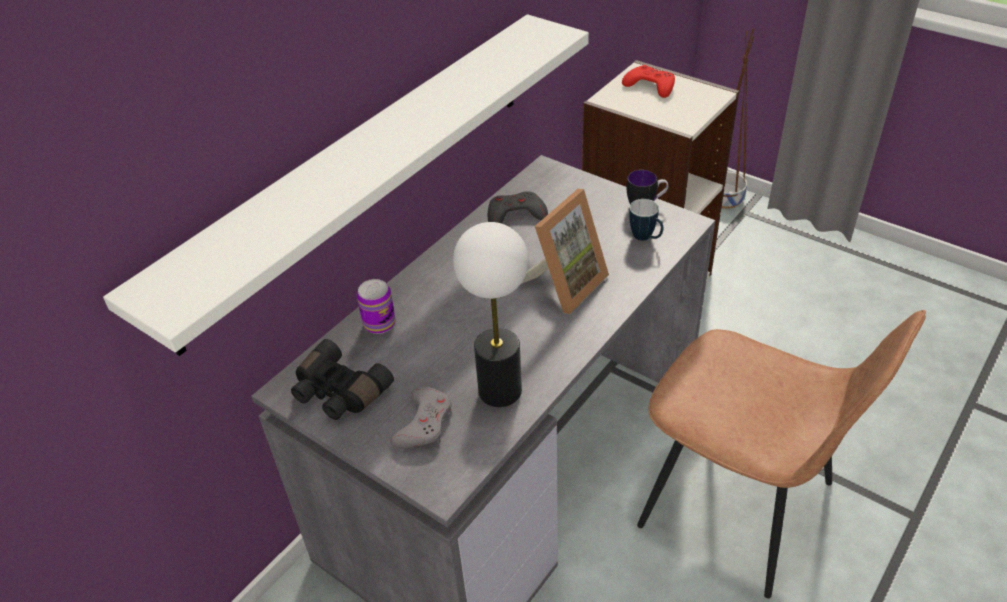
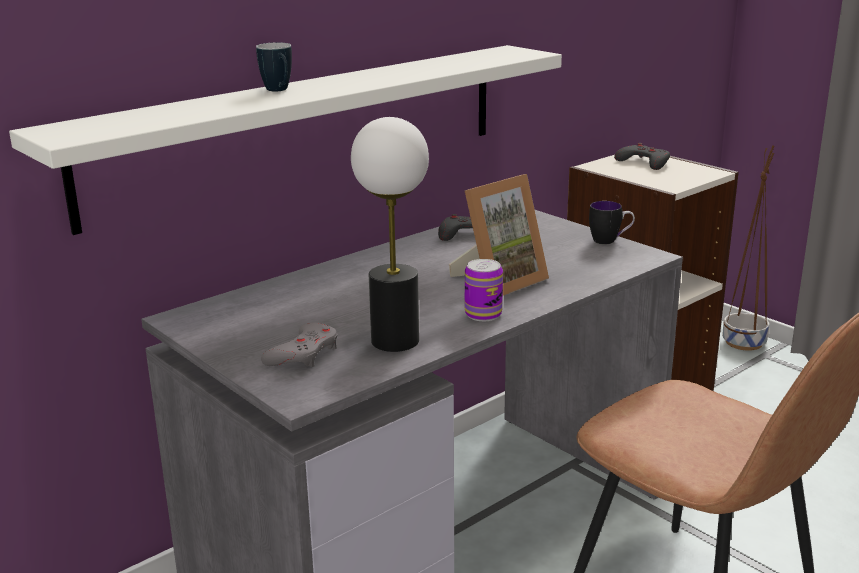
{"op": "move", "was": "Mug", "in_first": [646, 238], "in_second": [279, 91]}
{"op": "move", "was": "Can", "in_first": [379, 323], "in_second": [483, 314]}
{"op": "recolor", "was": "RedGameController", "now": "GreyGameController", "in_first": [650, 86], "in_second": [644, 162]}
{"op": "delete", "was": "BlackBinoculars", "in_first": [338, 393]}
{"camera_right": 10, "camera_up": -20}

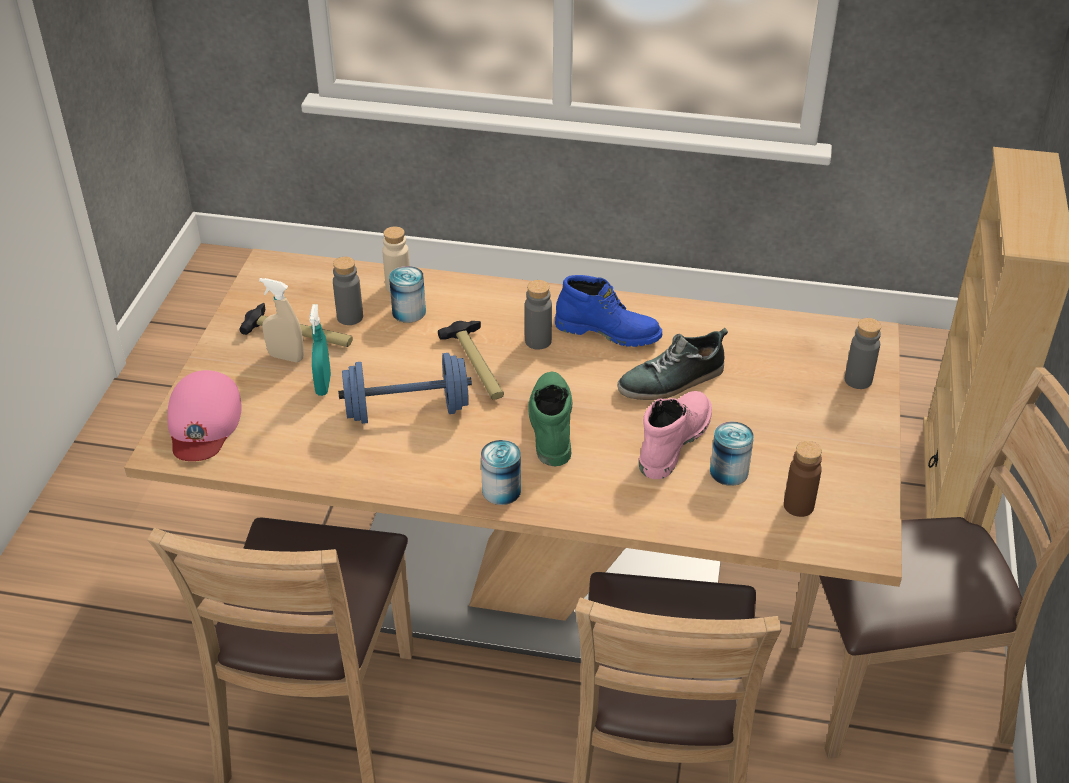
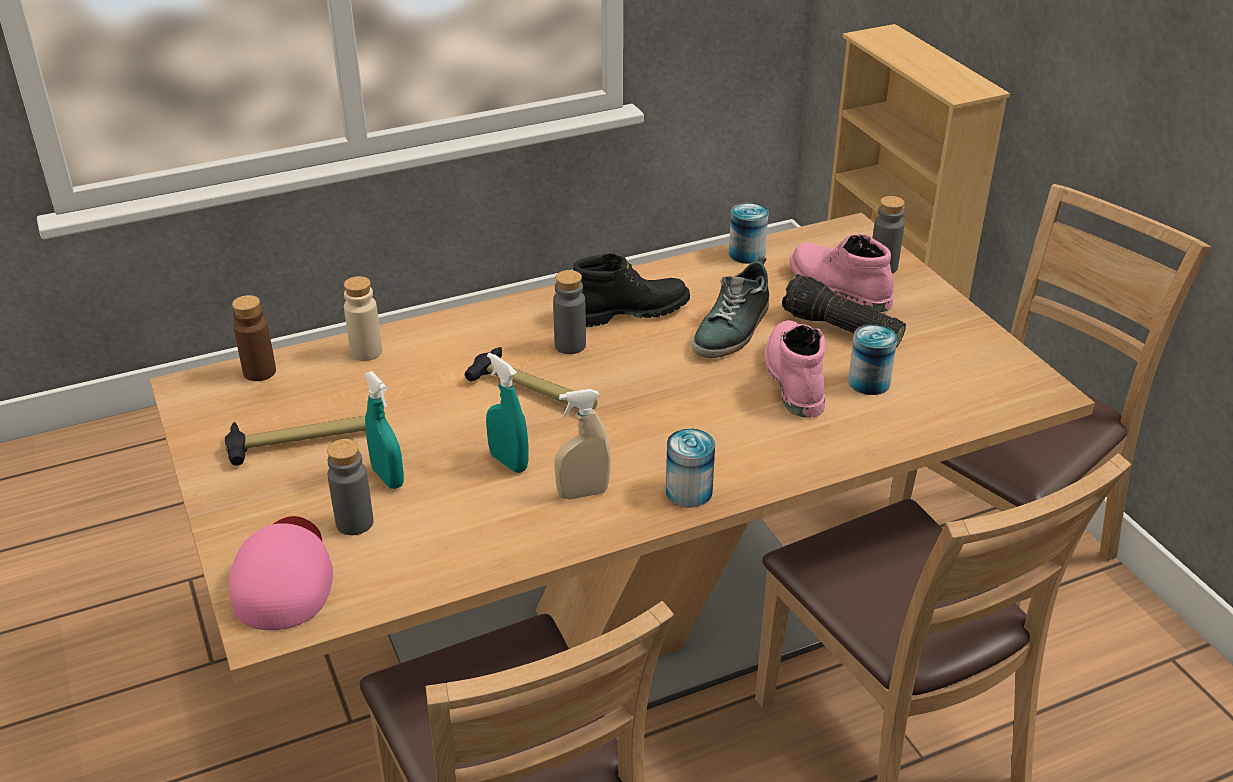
{"op": "rotate", "was": "PinkCap", "in_first": [203, 422], "in_second": [284, 576], "clockwise": -150}
{"op": "move", "was": "BrownBottle", "in_first": [798, 506], "in_second": [259, 372]}
{"op": "move", "was": "GreyBottle", "in_first": [350, 317], "in_second": [354, 523]}
{"op": "replace", "was": "BlueDumbbell", "now": "TurquoiseSprayBottle", "in_first": [407, 410], "in_second": [508, 462]}
{"op": "move", "was": "BeigeSprayBottle", "in_first": [286, 357], "in_second": [583, 493]}
{"op": "recolor", "was": "BlueBoot", "now": "BlackBoot", "in_first": [609, 331], "in_second": [628, 311]}
{"op": "move", "was": "Can", "in_first": [409, 312], "in_second": [746, 254]}
{"op": "insert", "now": "Flashlight", "in_second": [839, 329]}
{"op": "insert", "now": "PinkBoot", "in_second": [837, 288]}
{"op": "delete", "was": "GreenBoot", "in_first": [550, 425]}
{"camera_right": -35, "camera_up": -5}

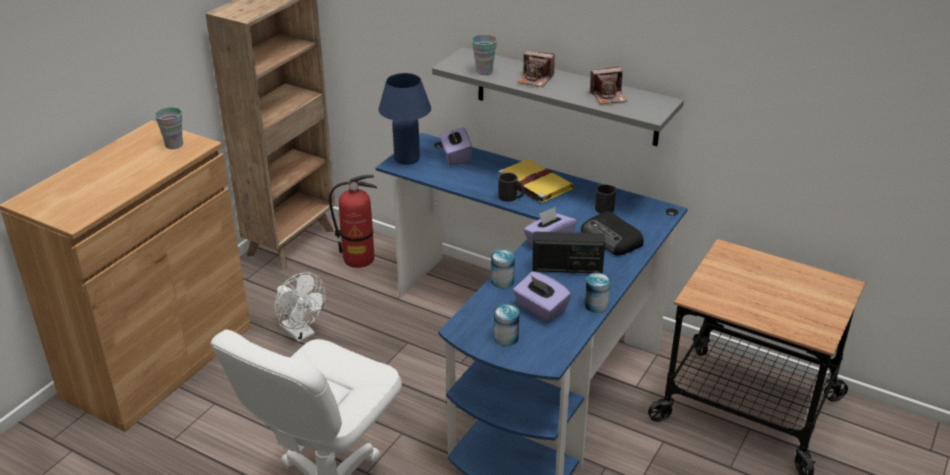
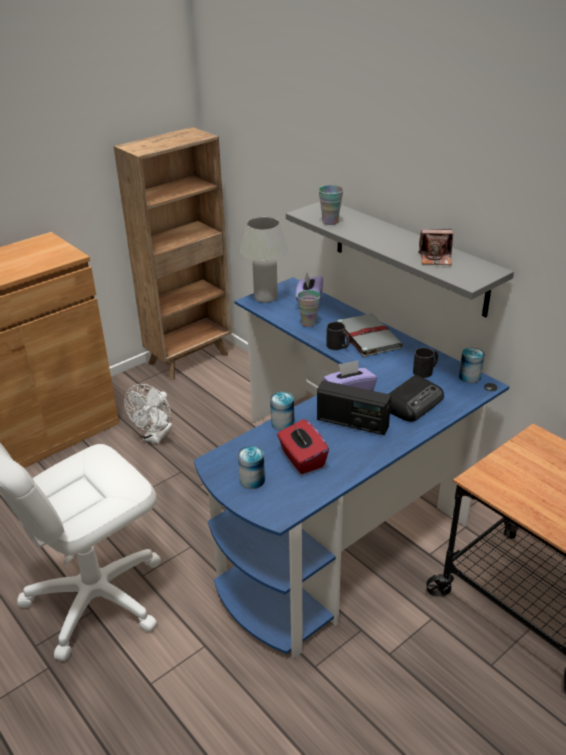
{"op": "rotate", "was": "WhiteFan", "in_first": [301, 333], "in_second": [155, 437], "clockwise": 45}
{"op": "recolor", "was": "BlueTableLamp", "now": "WhiteTableLamp", "in_first": [407, 159], "in_second": [265, 297]}
{"op": "recolor", "was": "PurpleTissueBox", "now": "RedTissueBox", "in_first": [540, 309], "in_second": [302, 459]}
{"op": "move", "was": "Cup", "in_first": [174, 145], "in_second": [308, 323]}
{"op": "recolor", "was": "YellowBook", "now": "GreyBook", "in_first": [533, 183], "in_second": [367, 336]}
{"op": "rotate", "was": "Radio", "in_first": [612, 239], "in_second": [413, 403], "clockwise": -120}
{"op": "move", "was": "Can", "in_first": [596, 305], "in_second": [469, 377]}
{"op": "delete", "was": "FireExtinguisher", "in_first": [359, 259]}
{"op": "delete", "was": "PhotoCamera", "in_first": [535, 79]}
{"camera_right": 20, "camera_up": 0}

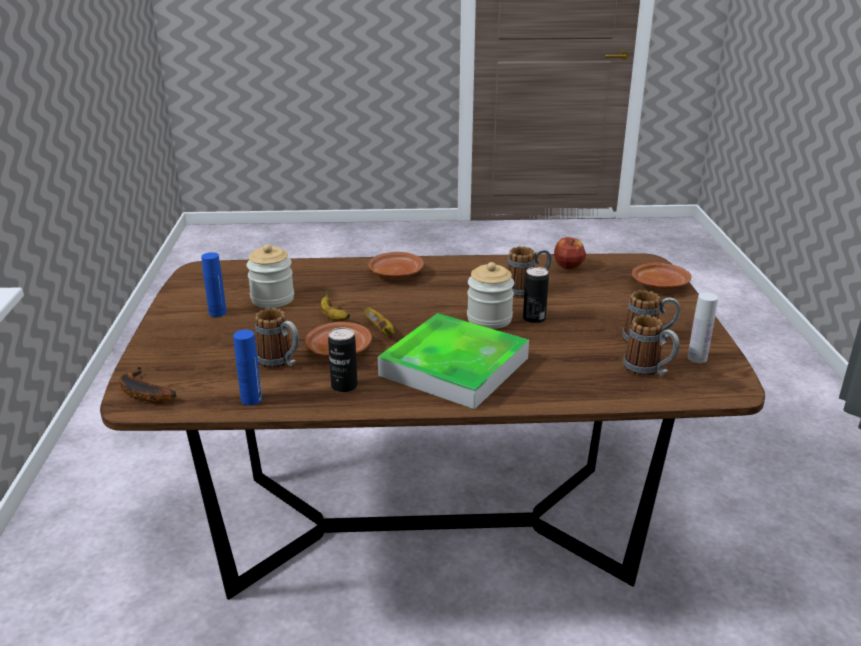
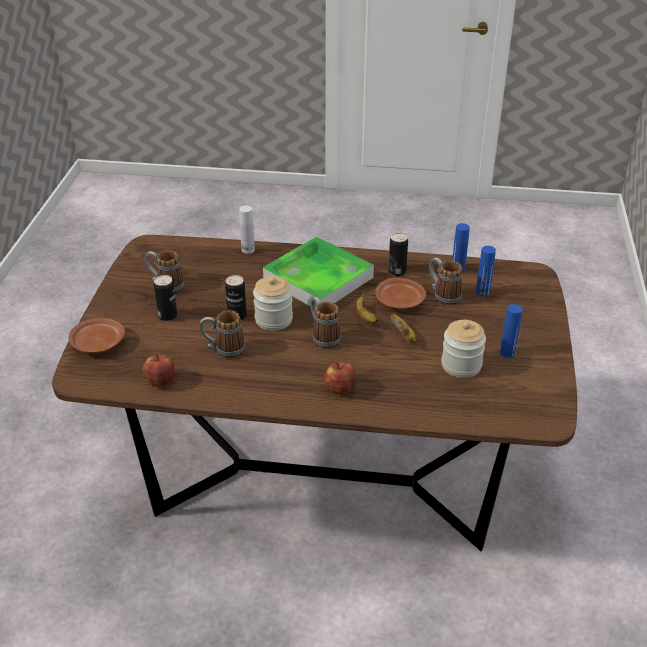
{"op": "insert", "now": "Can", "in_second": [167, 316]}
{"op": "move", "was": "WhiteBottle", "in_first": [697, 358], "in_second": [248, 250]}
{"op": "move", "was": "Mug", "in_first": [648, 371], "in_second": [323, 336]}
{"op": "replace", "was": "BrownPlate", "now": "Apple", "in_first": [396, 274], "in_second": [340, 389]}
{"op": "insert", "now": "BlueBottle", "in_second": [482, 292]}
{"op": "delete", "was": "Banana", "in_first": [141, 393]}
{"camera_right": -170, "camera_up": 10}

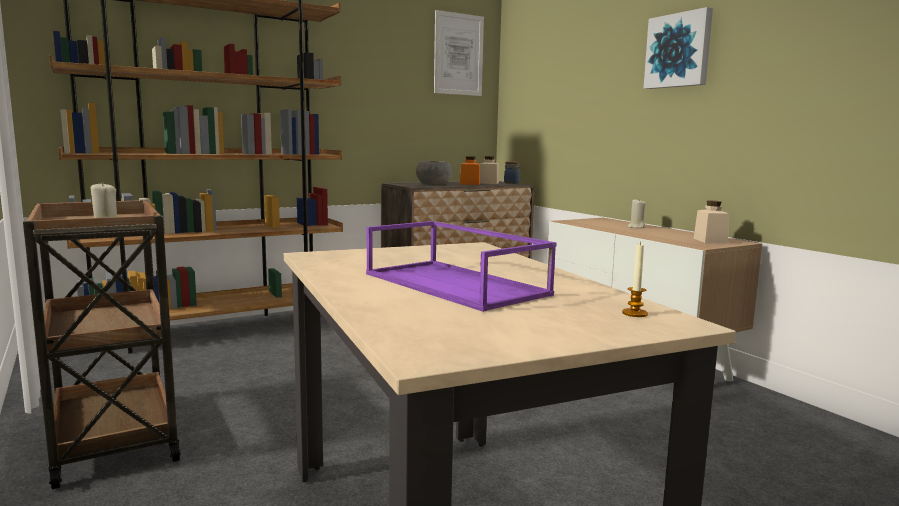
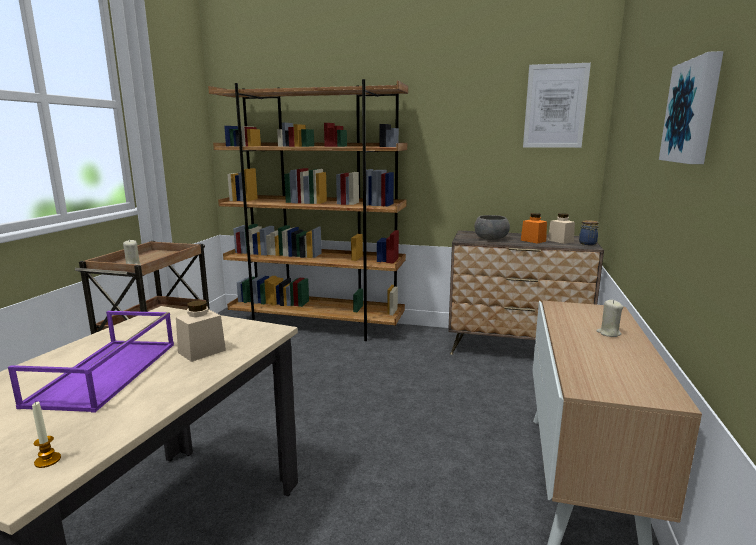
{"op": "move", "was": "BeigeJar", "in_first": [710, 240], "in_second": [202, 351]}
{"camera_right": 45, "camera_up": 5}

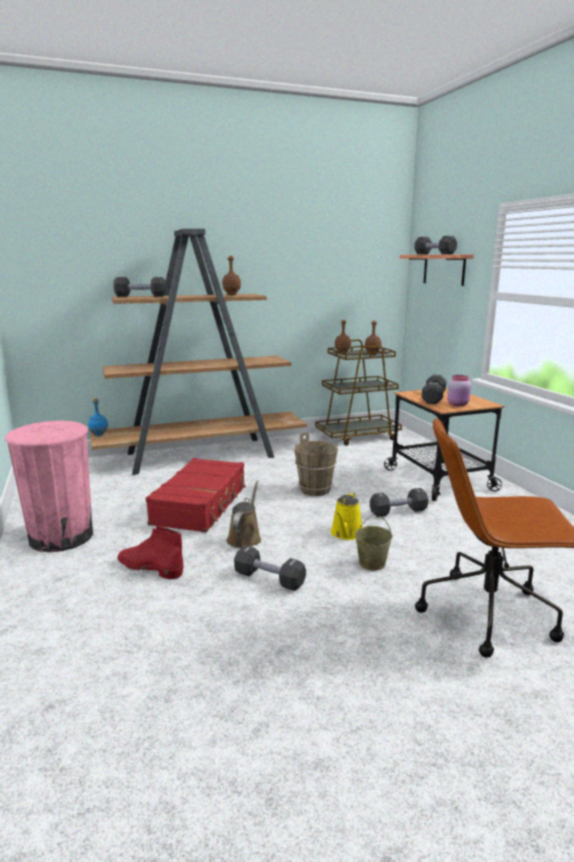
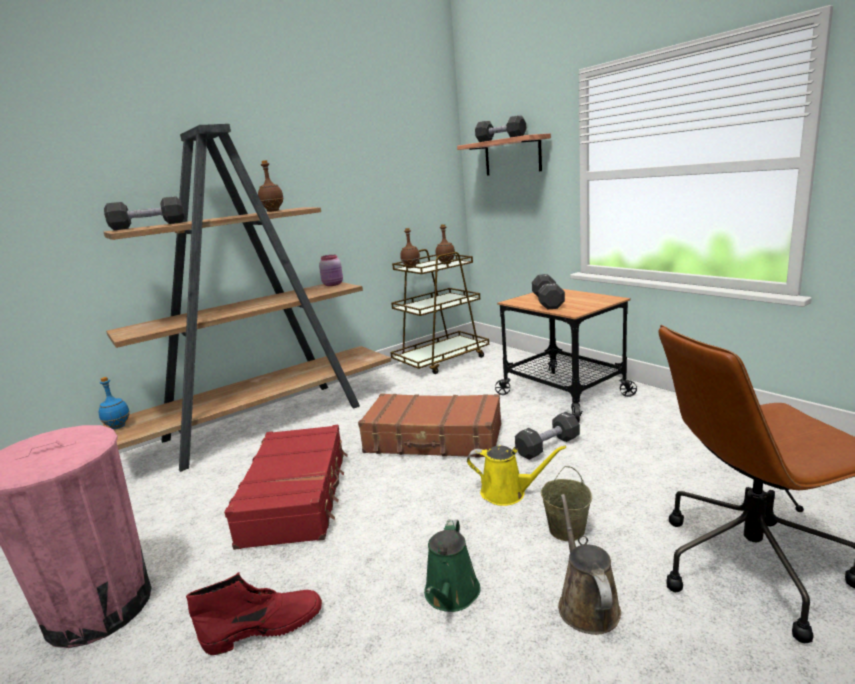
{"op": "rotate", "was": "RedBoot", "in_first": [149, 568], "in_second": [265, 627], "clockwise": 150}
{"op": "move", "was": "PinkJar", "in_first": [458, 404], "in_second": [333, 284]}
{"op": "replace", "was": "BrownBucket", "now": "BrownSuitcase", "in_first": [315, 490], "in_second": [434, 439]}
{"op": "replace", "was": "BlackDumbbell", "now": "GreenWateringCan", "in_first": [269, 579], "in_second": [451, 595]}
{"op": "rotate", "was": "YellowWateringCan", "in_first": [346, 533], "in_second": [508, 493], "clockwise": -75}
{"op": "move", "was": "BrownWateringCan", "in_first": [245, 538], "in_second": [586, 604]}
{"camera_right": -15, "camera_up": 0}

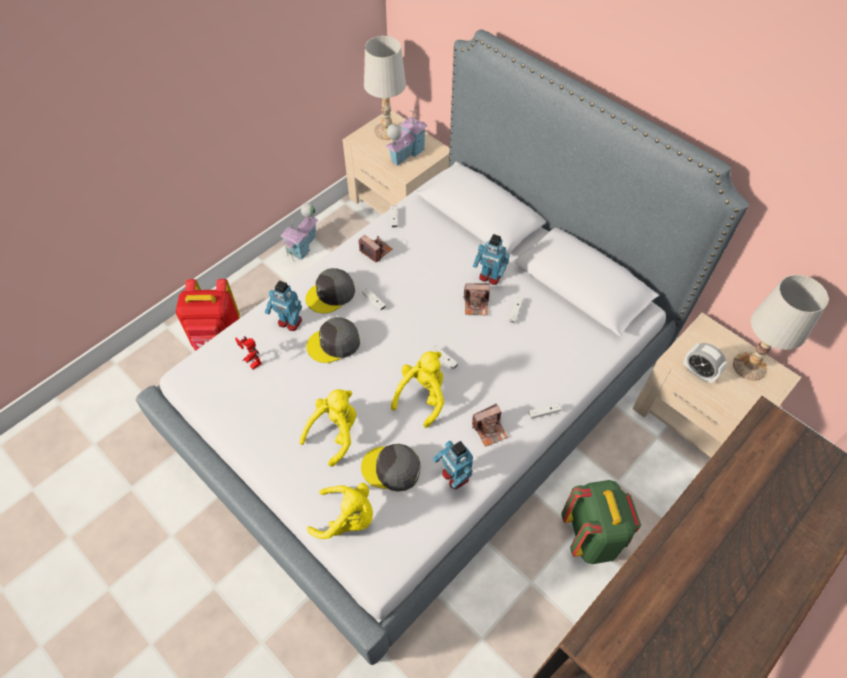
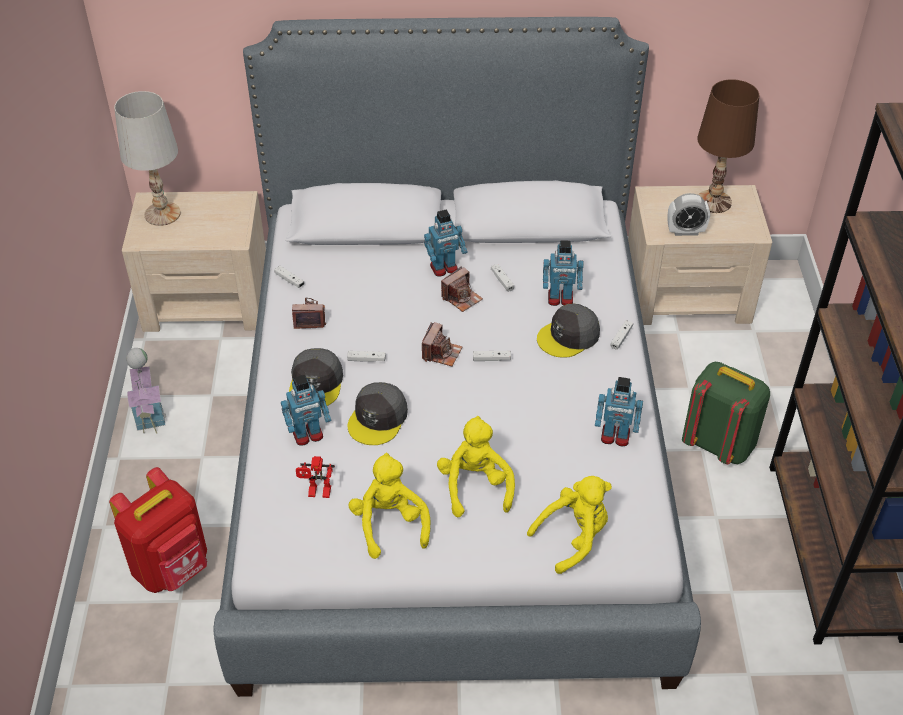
{"op": "move", "was": "YellowPlushToy", "in_first": [422, 396], "in_second": [389, 524]}
{"op": "move", "was": "PhotoCamera", "in_first": [489, 430], "in_second": [441, 353]}
{"op": "move", "was": "GreyCap", "in_first": [391, 469], "in_second": [568, 336]}
{"op": "insert", "now": "ToyRobot", "in_second": [560, 299]}
{"op": "recolor", "was": "WhiteTableLamp", "now": "BrownTableLamp", "in_first": [749, 366], "in_second": [713, 202]}
{"op": "delete", "was": "ToyHouse", "in_first": [406, 153]}
{"camera_right": -45, "camera_up": -10}

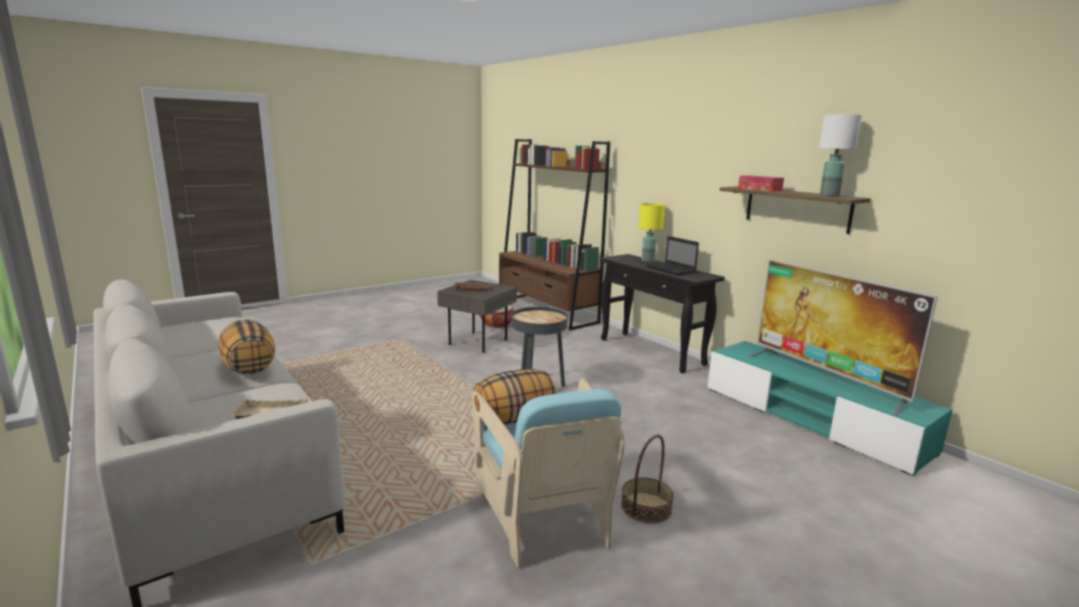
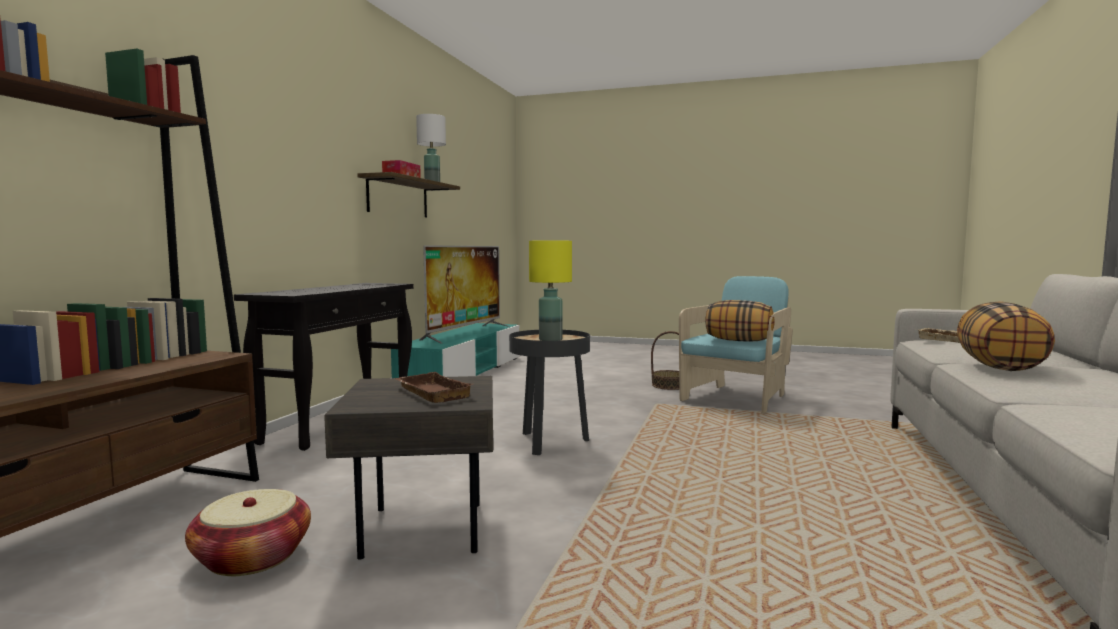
{"op": "move", "was": "YellowTableLamp", "in_first": [648, 261], "in_second": [551, 340]}
{"op": "delete", "was": "Laptop", "in_first": [671, 270]}
{"camera_right": -125, "camera_up": -10}

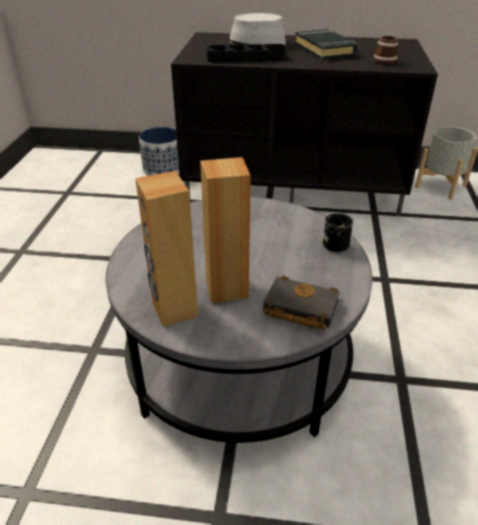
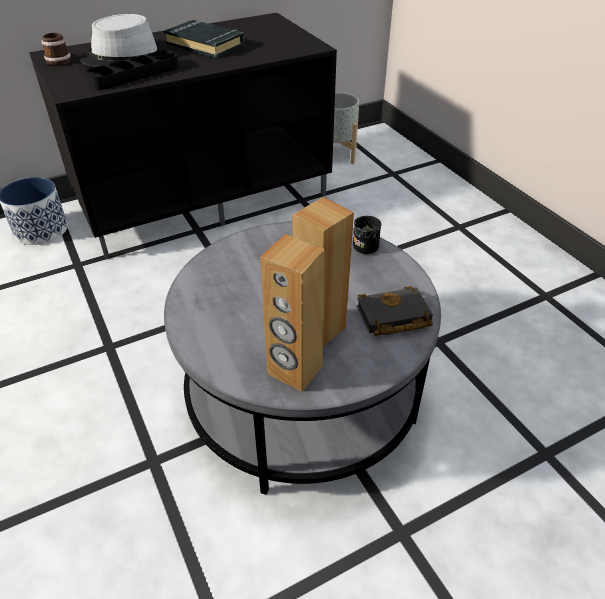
{"op": "move", "was": "Mug", "in_first": [383, 60], "in_second": [57, 60]}
{"camera_right": -35, "camera_up": 5}

